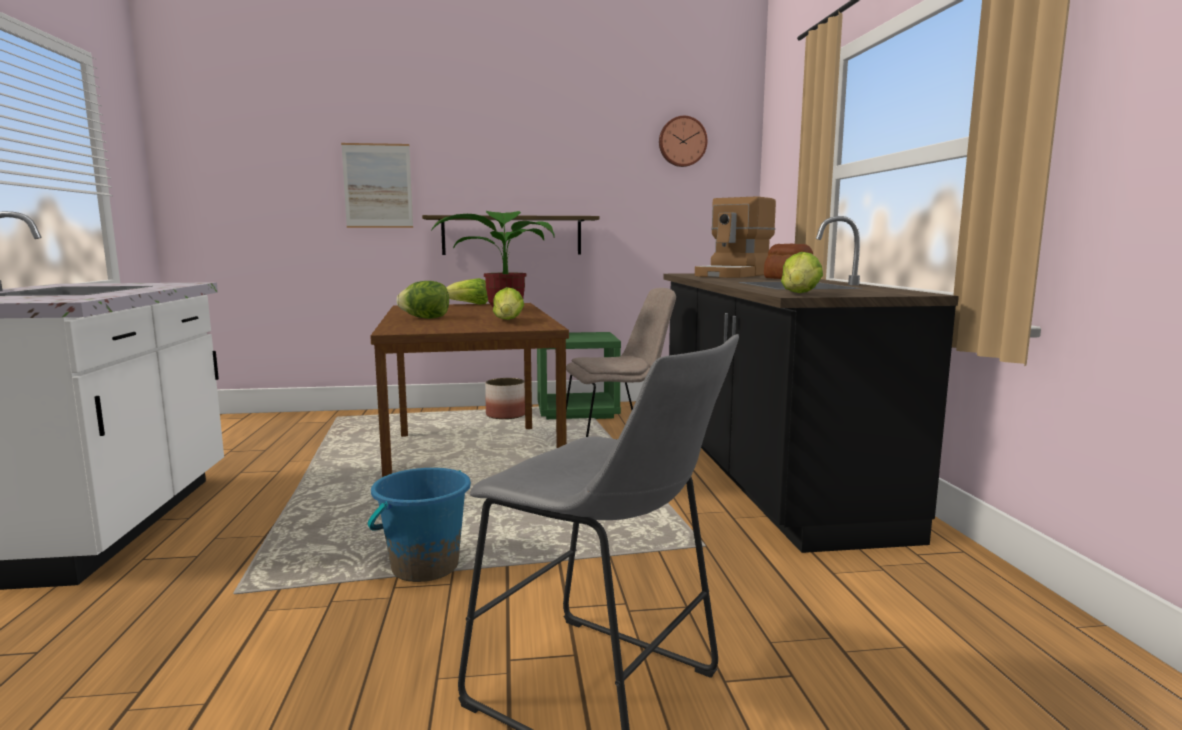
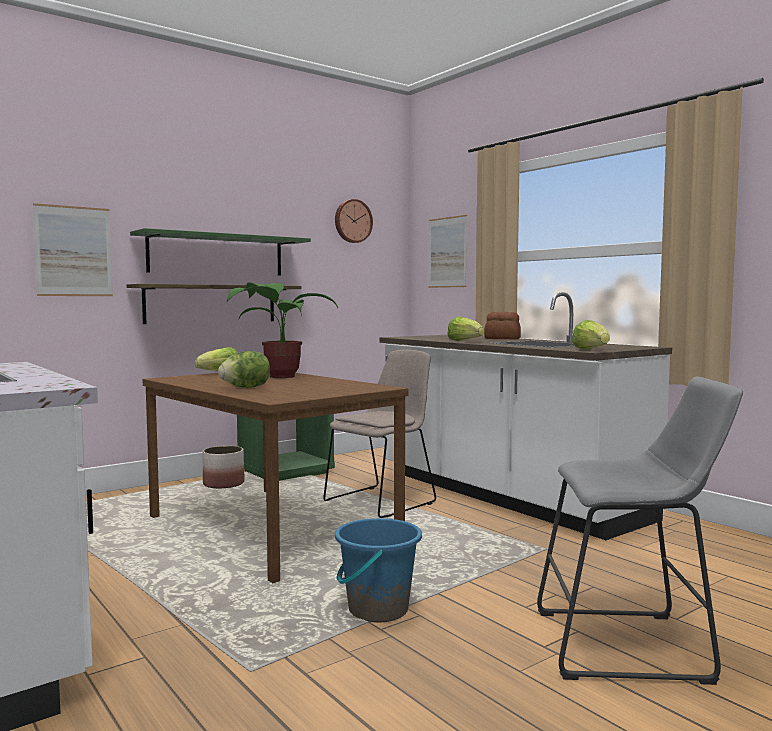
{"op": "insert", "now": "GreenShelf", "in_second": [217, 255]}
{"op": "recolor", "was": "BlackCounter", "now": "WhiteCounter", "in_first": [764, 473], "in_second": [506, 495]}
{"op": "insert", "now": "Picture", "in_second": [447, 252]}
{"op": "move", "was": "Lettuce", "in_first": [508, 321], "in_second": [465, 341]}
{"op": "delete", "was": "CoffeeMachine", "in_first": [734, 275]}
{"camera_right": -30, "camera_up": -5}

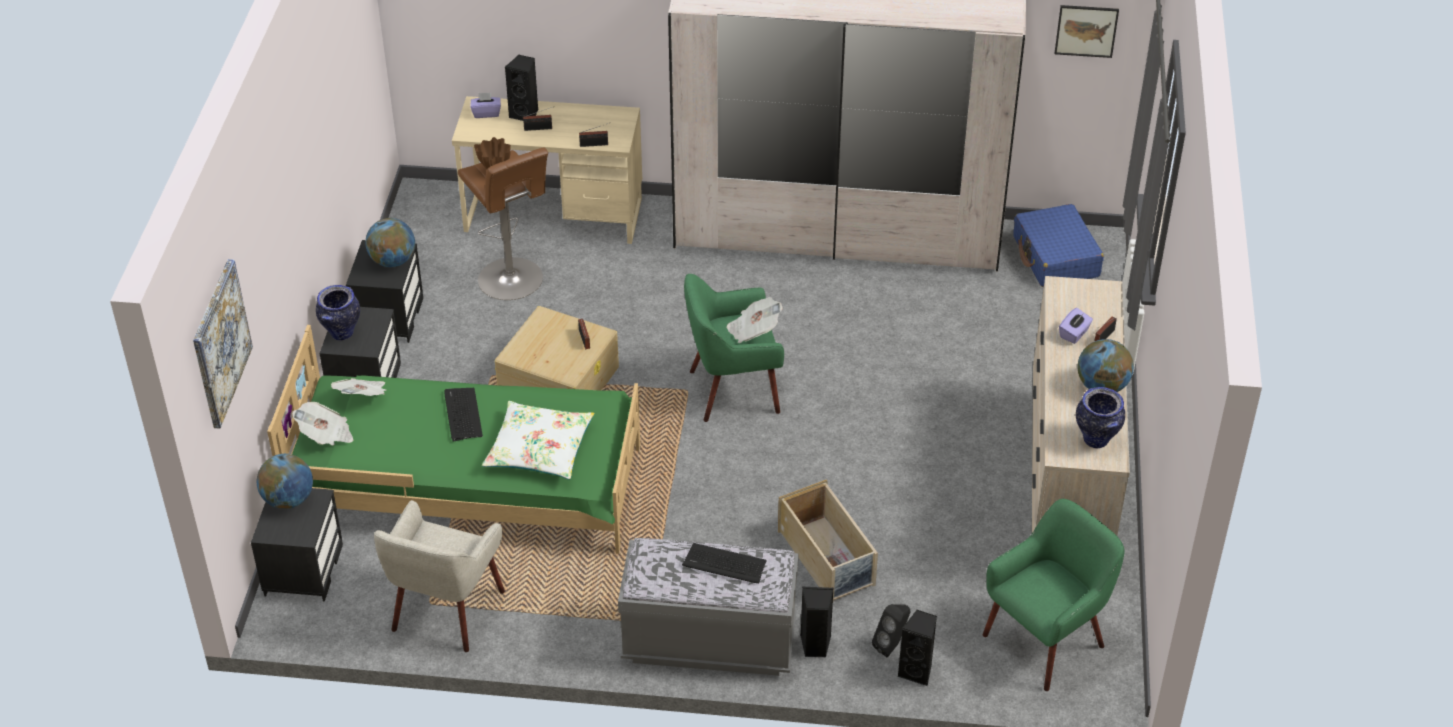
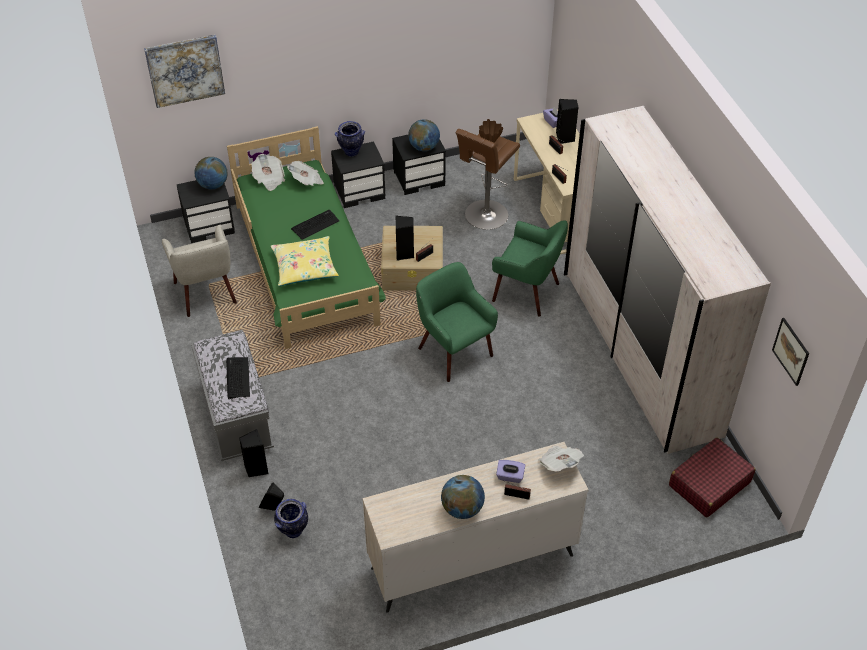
{"op": "rotate", "was": "BeigeArmchair", "in_first": [446, 611], "in_second": [206, 293], "clockwise": -105}
{"op": "recolor", "was": "WhitePillow", "now": "YellowPillow", "in_first": [539, 449], "in_second": [304, 267]}
{"op": "move", "was": "Vase", "in_first": [1096, 440], "in_second": [293, 531]}
{"op": "move", "was": "BlackSpeaker", "in_first": [917, 671], "in_second": [405, 254]}
{"op": "move", "was": "GreenArmchair", "in_first": [1045, 641], "in_second": [527, 291]}
{"op": "move", "was": "Newspaper", "in_first": [753, 330], "in_second": [559, 464]}
{"op": "recolor", "was": "BlueSuitcase", "now": "RedSuitcase", "in_first": [1055, 257], "in_second": [709, 484]}
{"op": "delete", "was": "BeigeStorageBox", "in_first": [827, 558]}
{"camera_right": 65, "camera_up": 5}

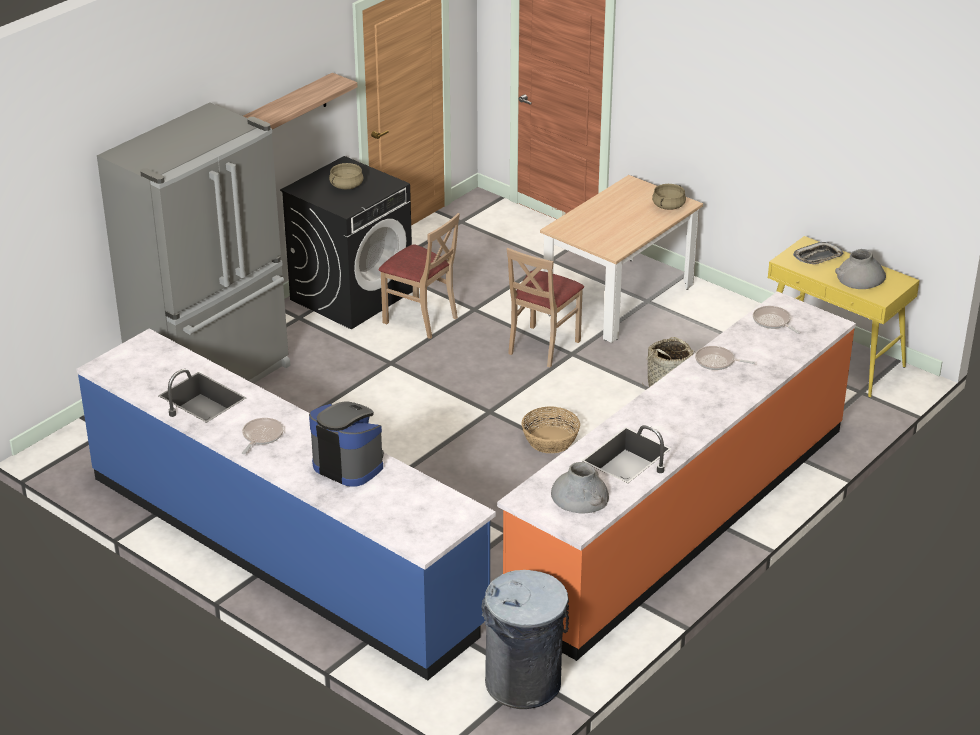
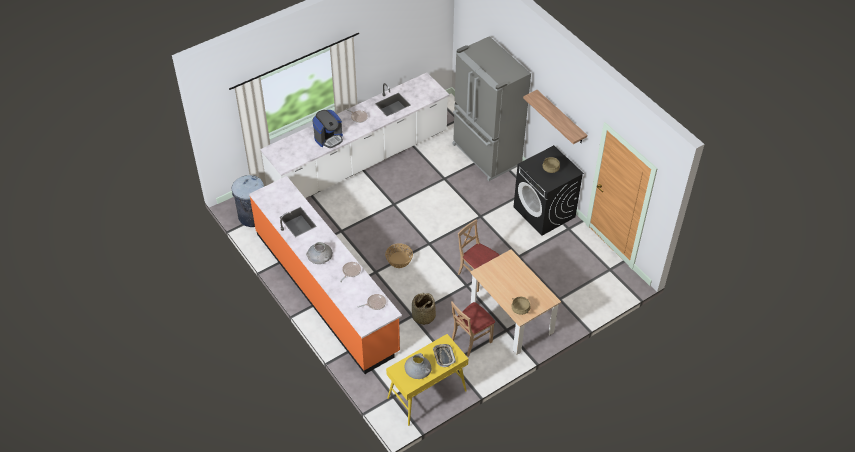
{"op": "recolor", "was": "BlueCounter", "now": "WhiteCounter", "in_first": [284, 549], "in_second": [359, 162]}
{"op": "move", "was": "GreyVase", "in_first": [580, 496], "in_second": [320, 254]}
{"op": "move", "was": "BeigeChair", "in_first": [421, 319], "in_second": [471, 340]}
{"camera_right": 105, "camera_up": 15}

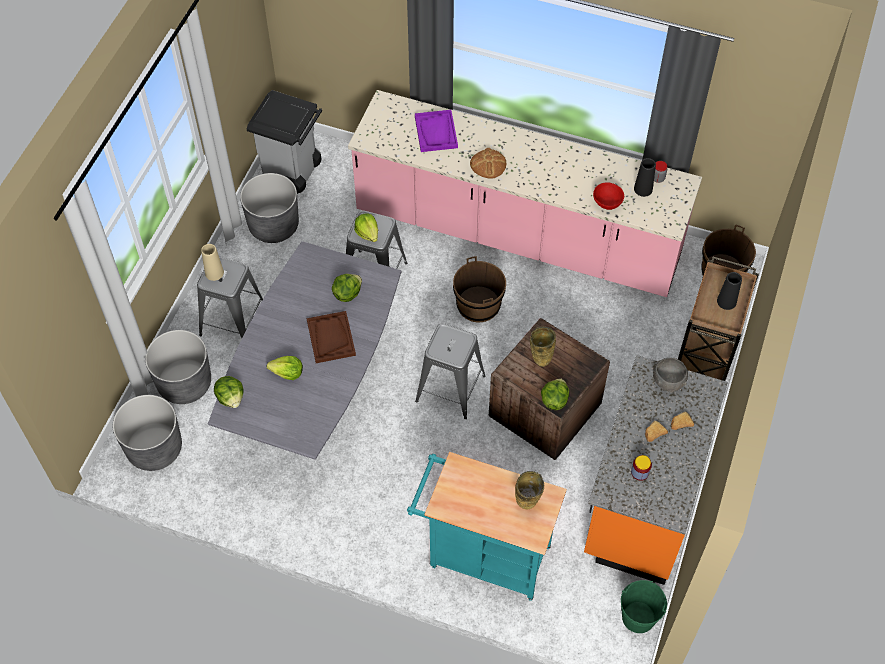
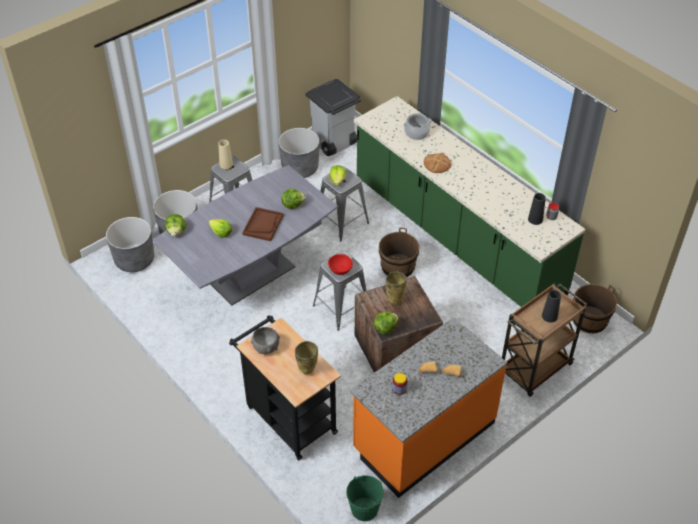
{"op": "recolor", "was": "TurquoiseCart", "now": "BlackCart", "in_first": [483, 555], "in_second": [287, 416]}
{"op": "move", "was": "GreyBowl", "in_first": [668, 381], "in_second": [266, 347]}
{"op": "move", "was": "RedBowl", "in_first": [607, 202], "in_second": [340, 270]}
{"op": "recolor", "was": "PinkCounter", "now": "GreenCounter", "in_first": [517, 235], "in_second": [455, 237]}
{"op": "replace", "was": "PurpleTray", "now": "CookingPot", "in_first": [436, 132], "in_second": [416, 133]}
{"camera_right": 30, "camera_up": -10}

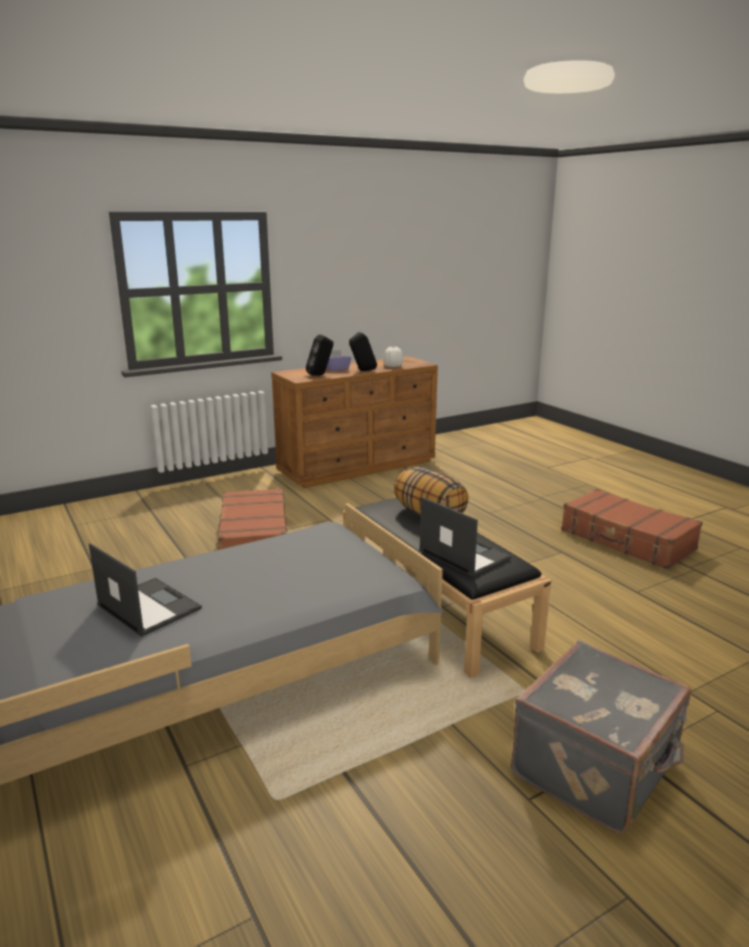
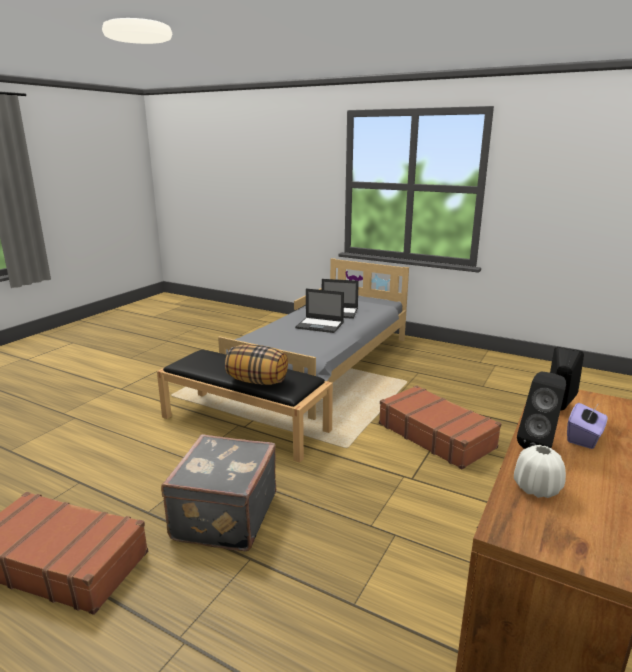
{"op": "move", "was": "GreySuitcase", "in_first": [597, 769], "in_second": [223, 516]}
{"op": "move", "was": "Laptop", "in_first": [463, 554], "in_second": [320, 325]}
{"camera_right": 150, "camera_up": 0}

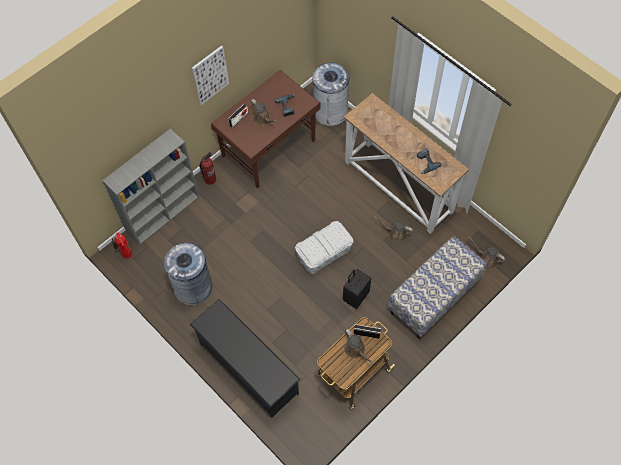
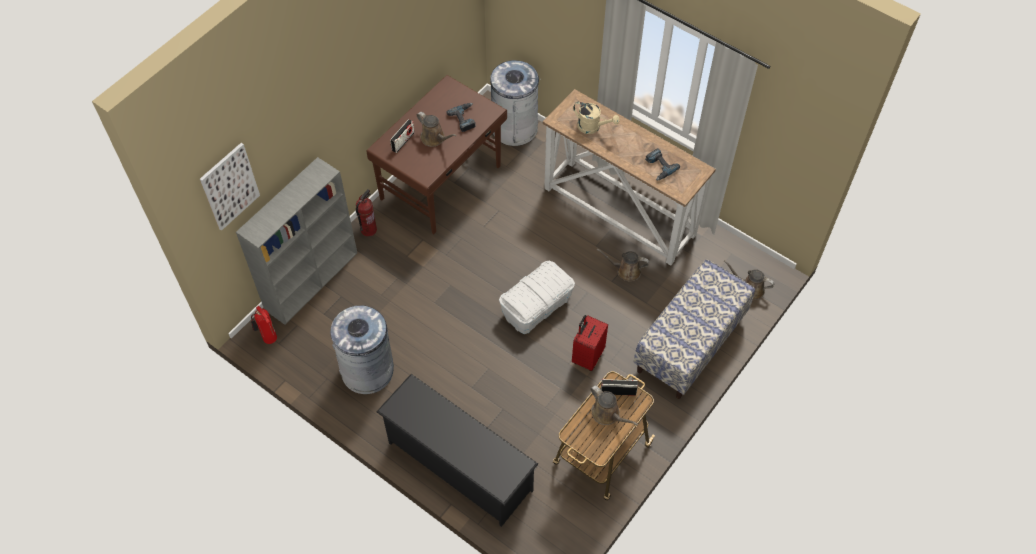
{"op": "move", "was": "Picture", "in_first": [210, 75], "in_second": [229, 186]}
{"op": "recolor", "was": "BlackSuitcase", "now": "RedSuitcase", "in_first": [355, 297], "in_second": [587, 356]}
{"op": "insert", "now": "BeigeWateringCan", "in_second": [592, 127]}
{"camera_right": -10, "camera_up": -5}

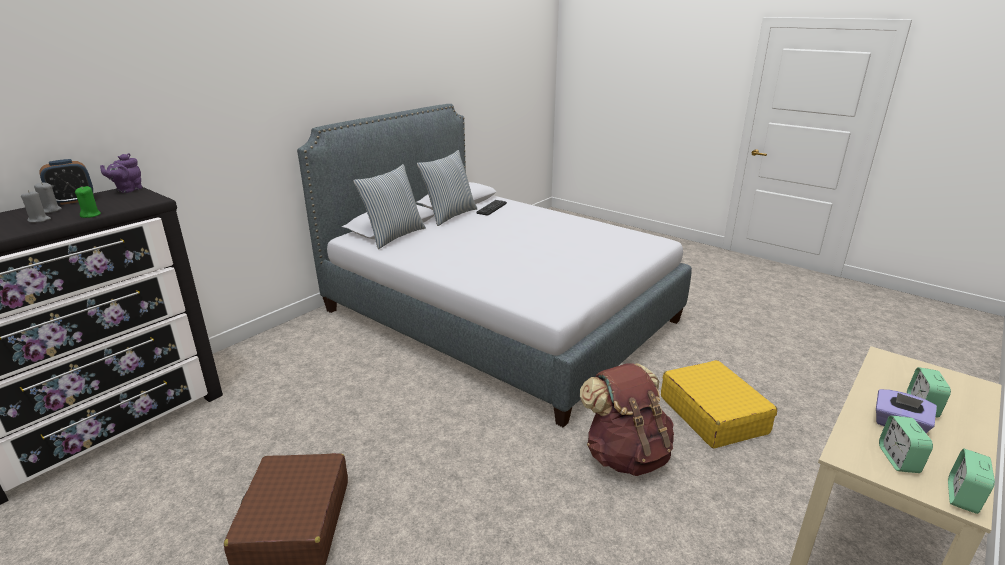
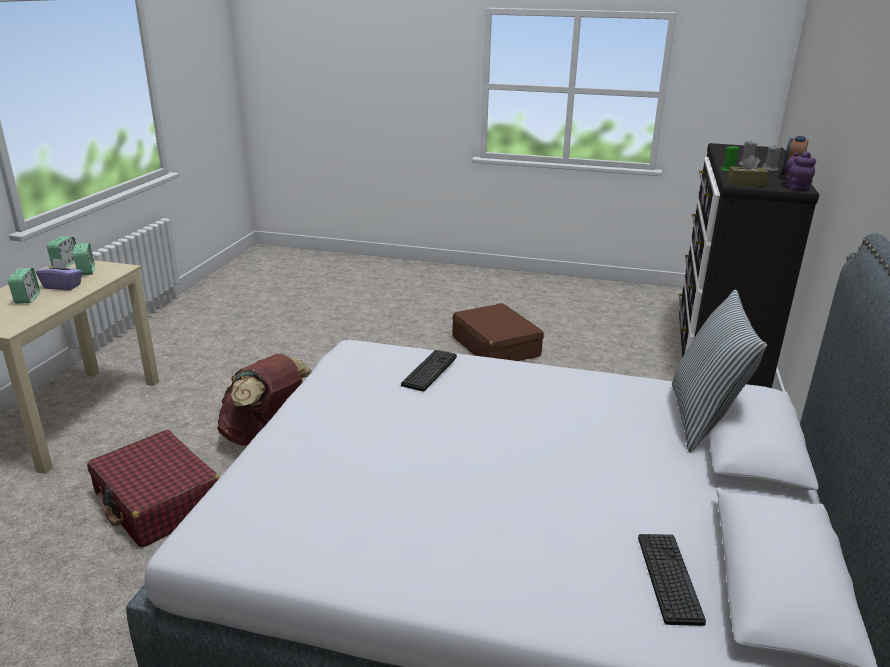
{"op": "recolor", "was": "YellowSuitcase", "now": "RedSuitcase", "in_first": [712, 414], "in_second": [158, 502]}
{"op": "insert", "now": "Keyboard", "in_second": [429, 371]}
{"op": "insert", "now": "BrownTissueBox", "in_second": [745, 183]}
{"op": "delete", "was": "Pillow", "in_first": [449, 215]}
{"camera_right": 155, "camera_up": 0}

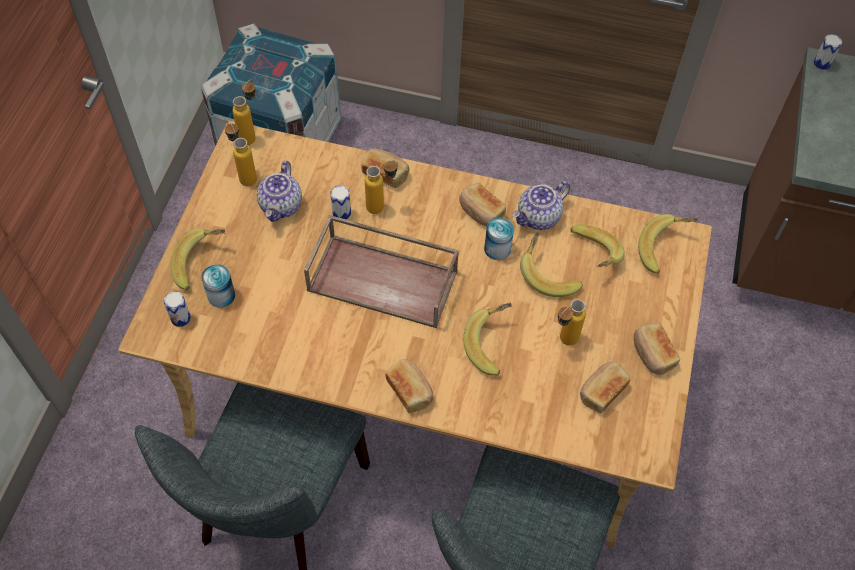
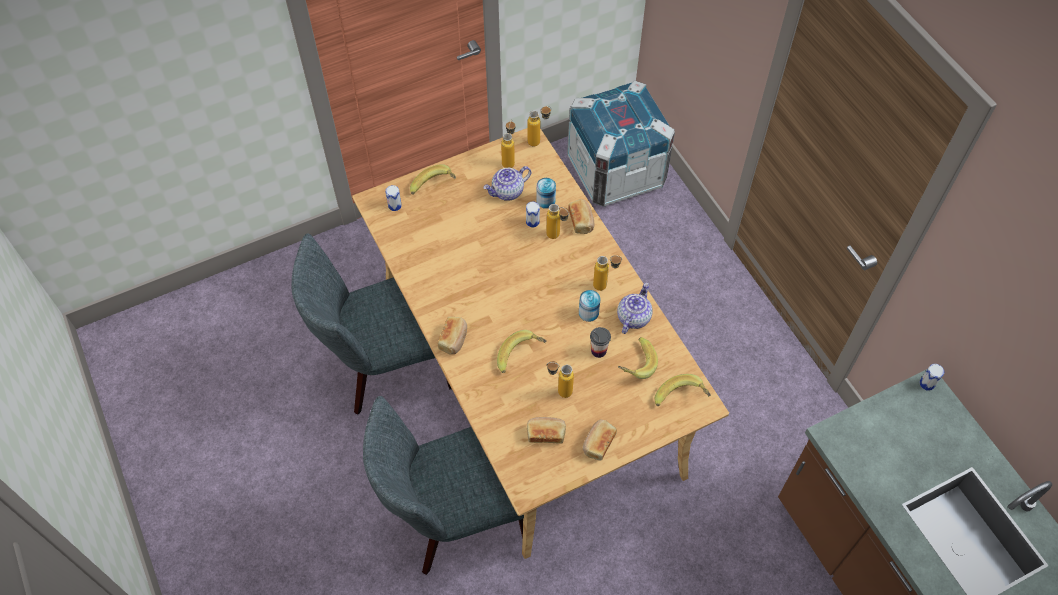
{"op": "move", "was": "Can", "in_first": [221, 295], "in_second": [545, 200]}
{"op": "replace", "was": "Banana", "now": "Cup", "in_first": [549, 274], "in_second": [598, 351]}
{"op": "replace", "was": "Bread", "now": "Bottle", "in_first": [481, 212], "in_second": [605, 286]}
{"op": "rotate", "was": "Teapot", "in_first": [538, 217], "in_second": [633, 317], "clockwise": 105}
{"op": "delete", "was": "BrownTray", "in_first": [384, 280]}
{"camera_right": 50, "camera_up": 0}

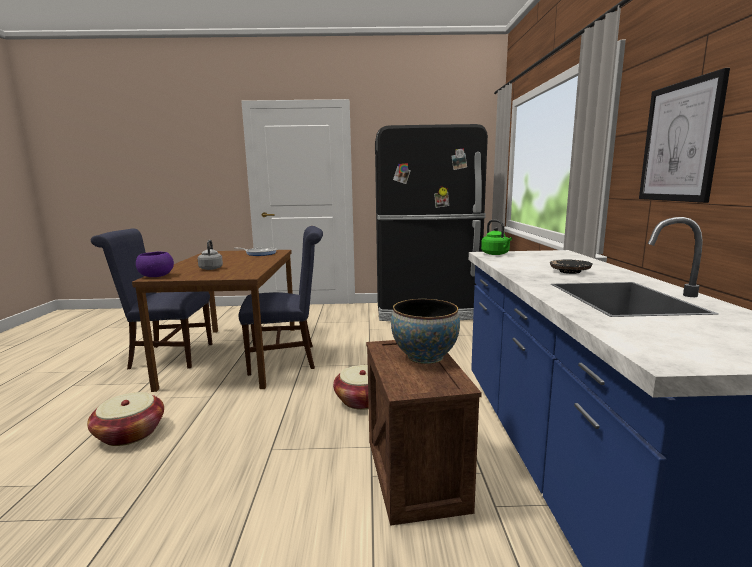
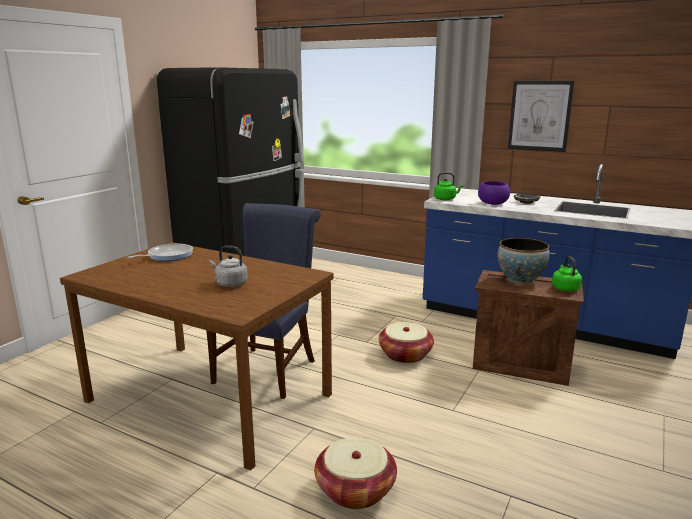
{"op": "move", "was": "PurpleBowl", "in_first": [156, 276], "in_second": [492, 204]}
{"op": "insert", "now": "GreenKettle", "in_second": [565, 288]}
{"op": "delete", "was": "BlueChair", "in_first": [166, 356]}
{"camera_right": -60, "camera_up": 5}

